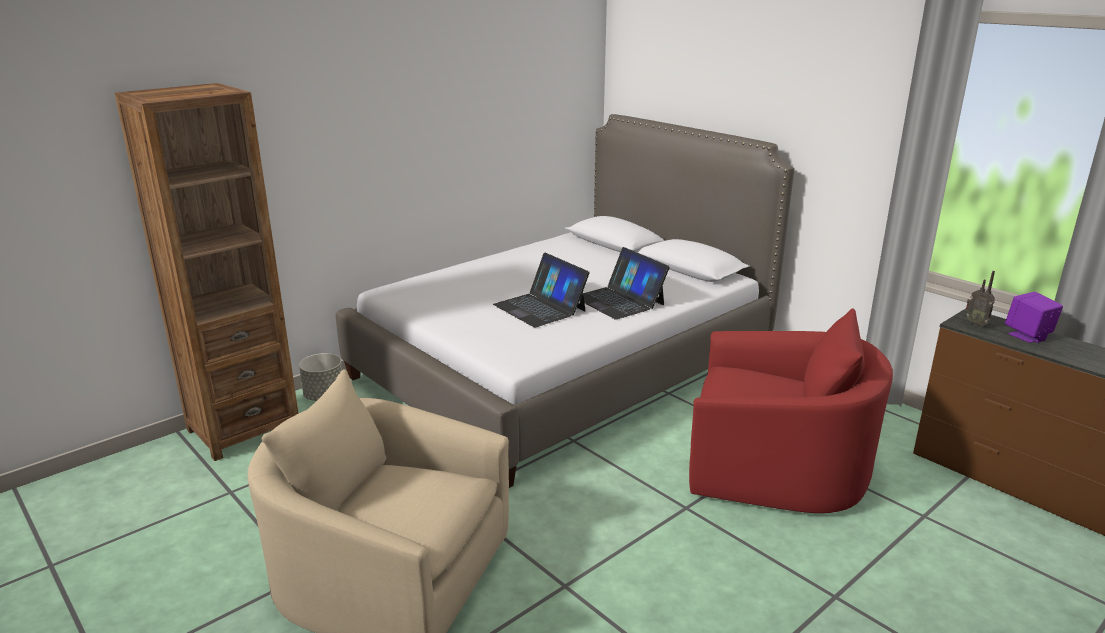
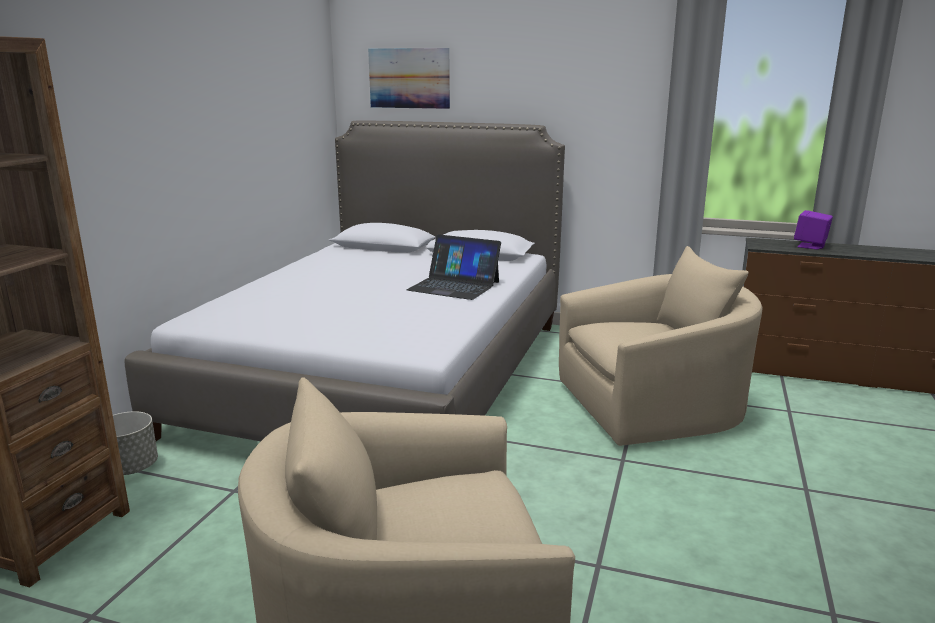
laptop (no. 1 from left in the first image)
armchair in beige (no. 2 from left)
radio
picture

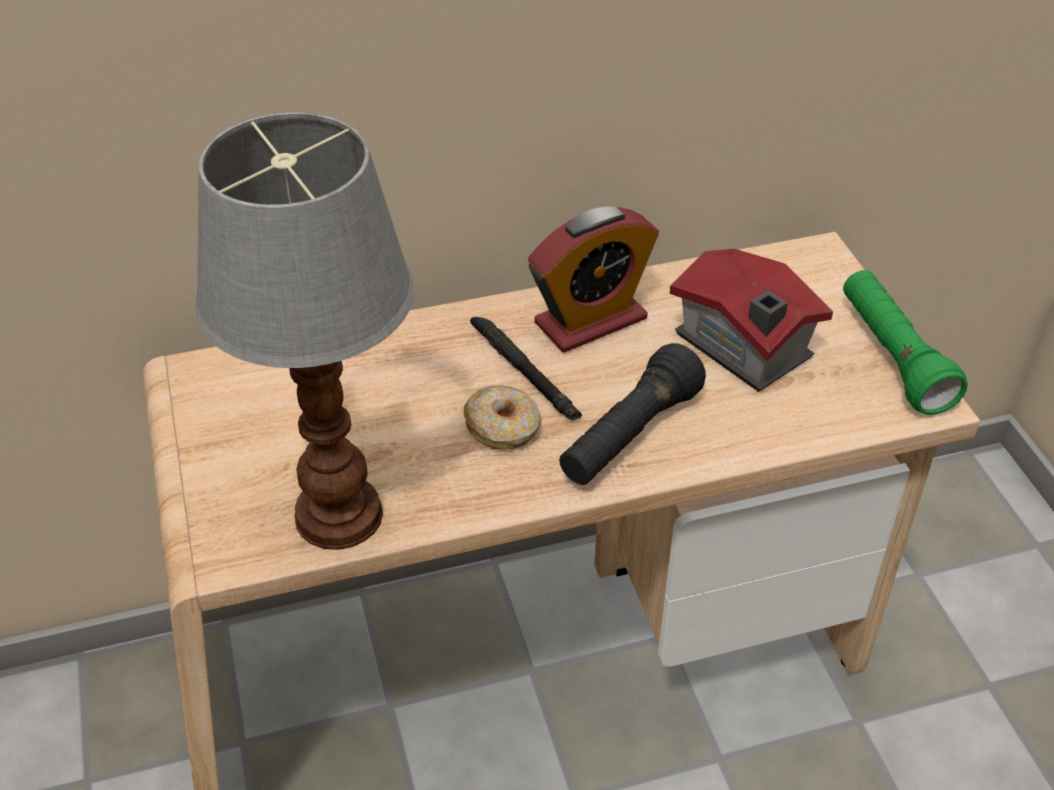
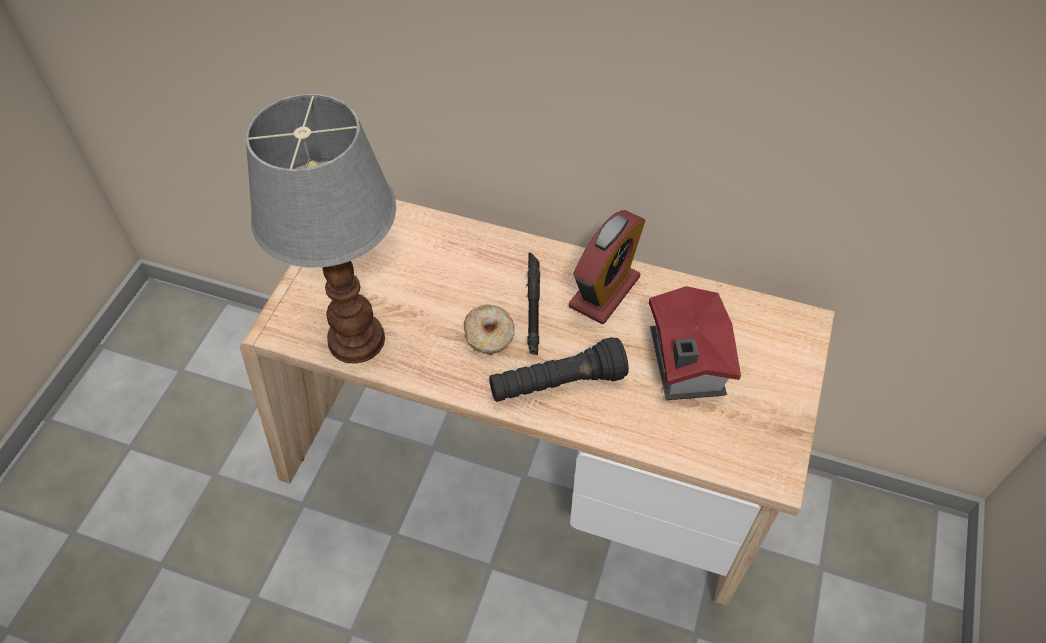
alarm clock
flashlight in green

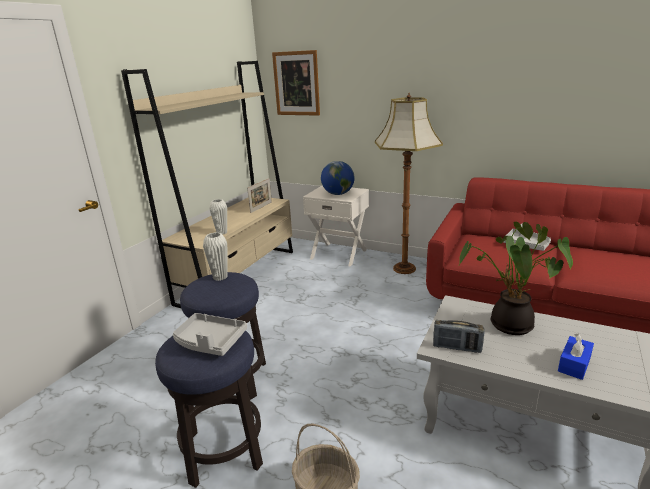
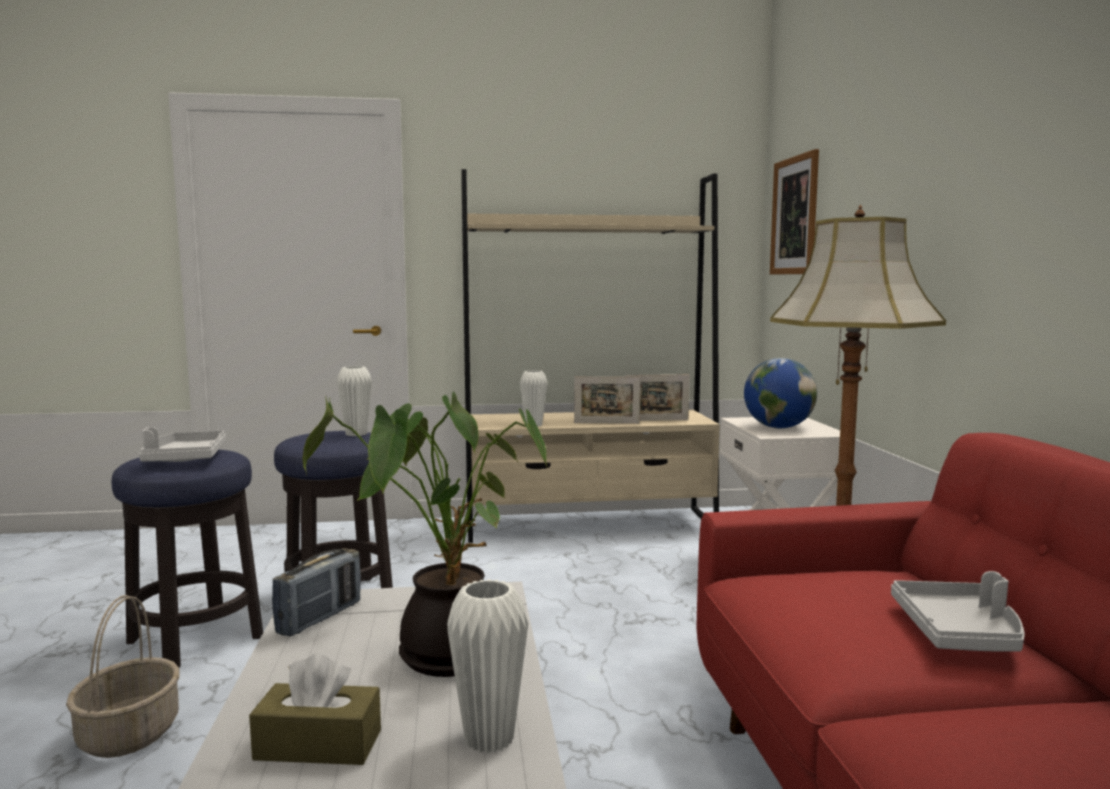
radio
tissue box in brown
vase in white (no. 2 from left)
picture frame (no. 1 from left)

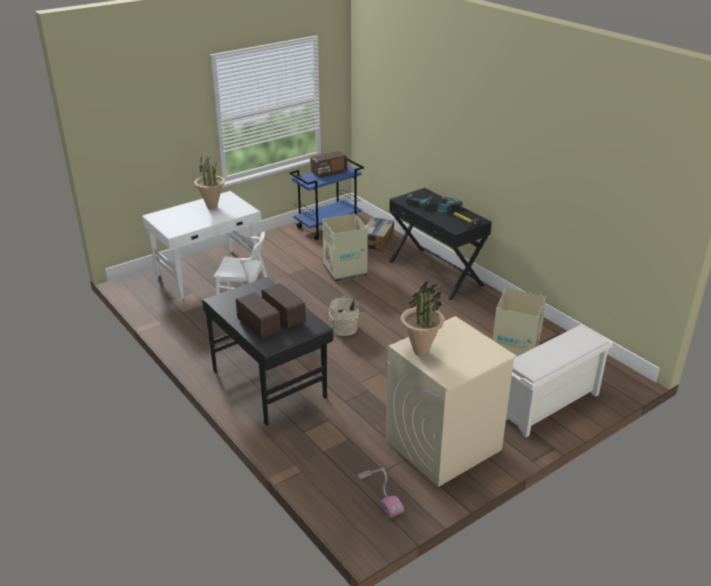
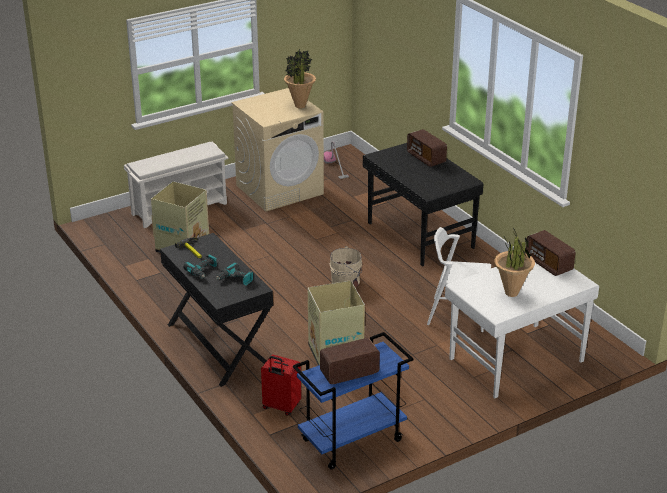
radio (no. 3 from left)
suitcase in red

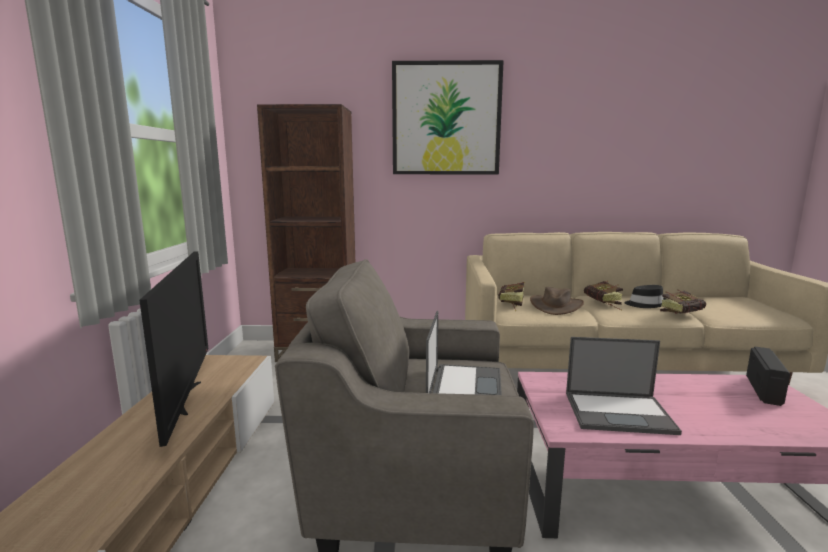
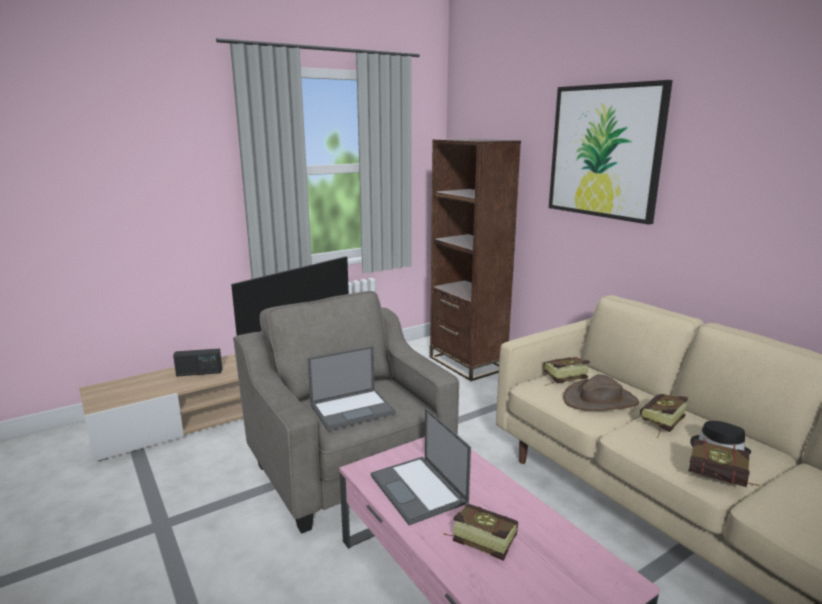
radio
book (no. 1 from left)

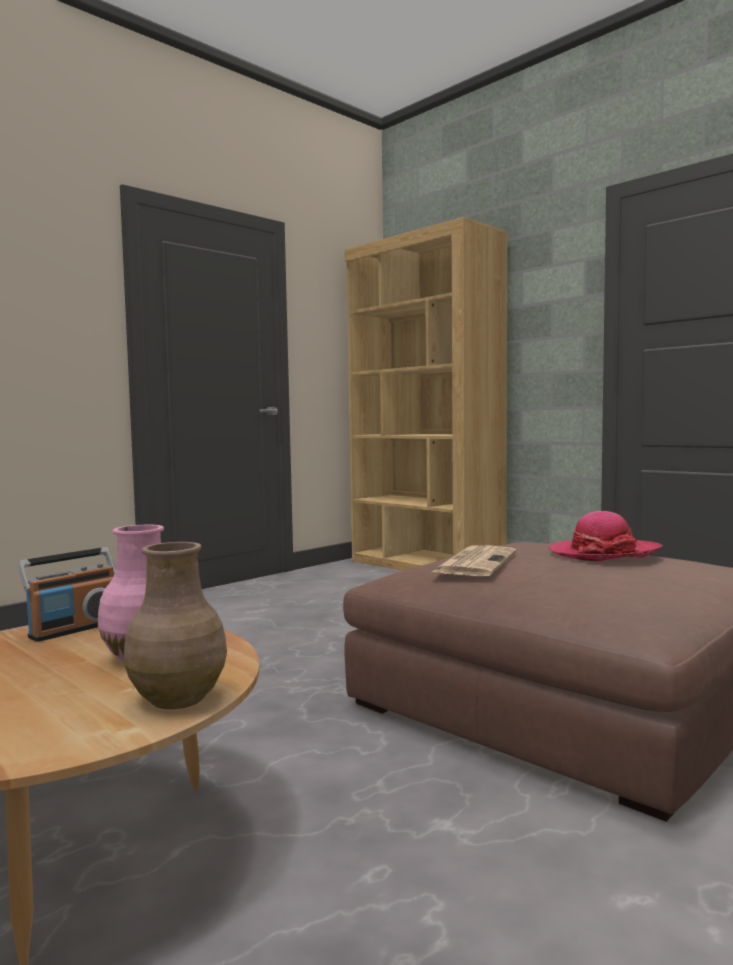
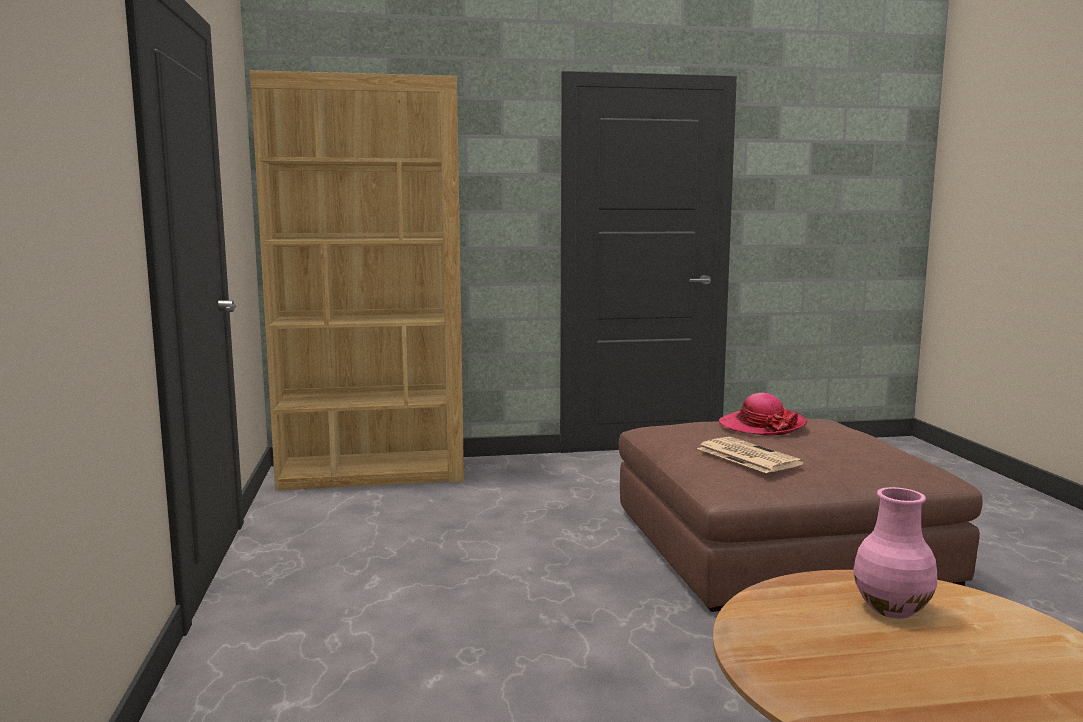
radio
vase in brown

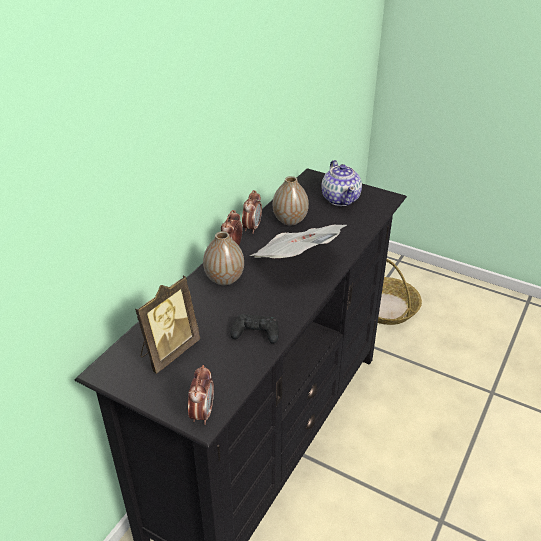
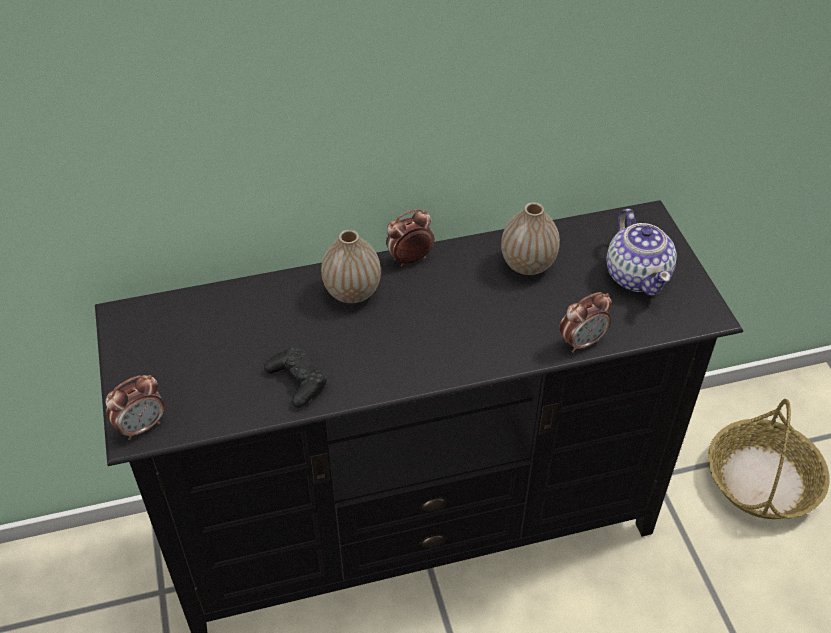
picture frame
alarm clock (no. 3 from left)
newspaper
teapot

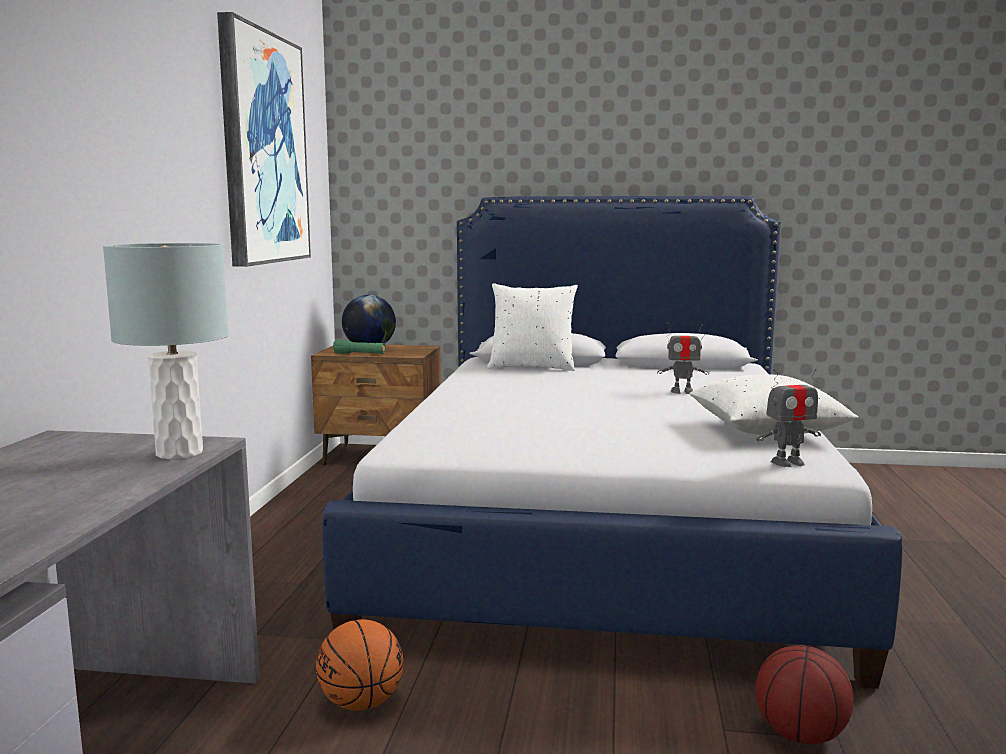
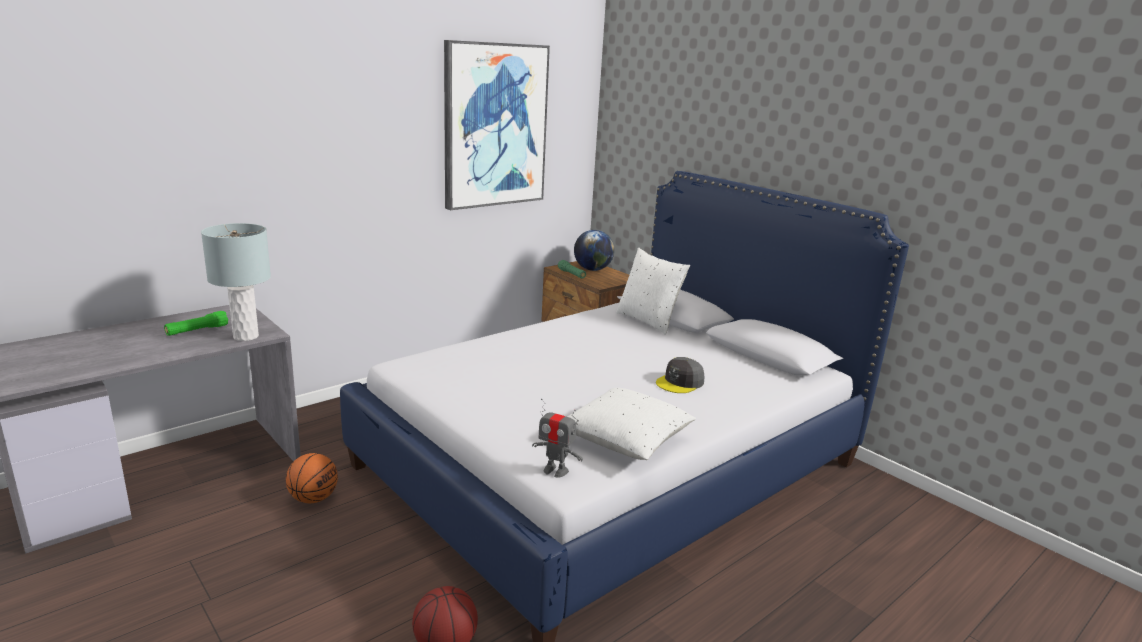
cap in grey
flashlight in green (no. 1 from left)

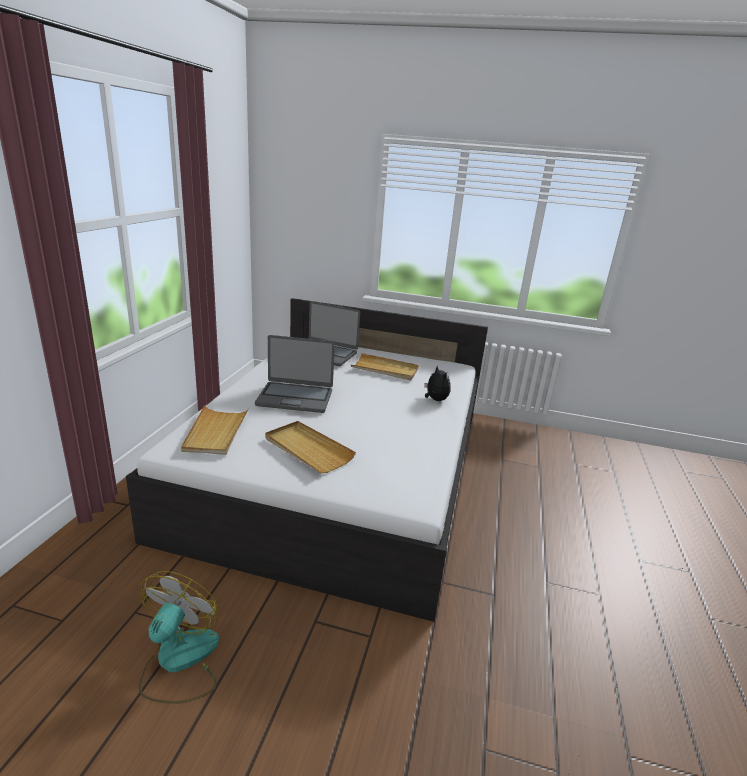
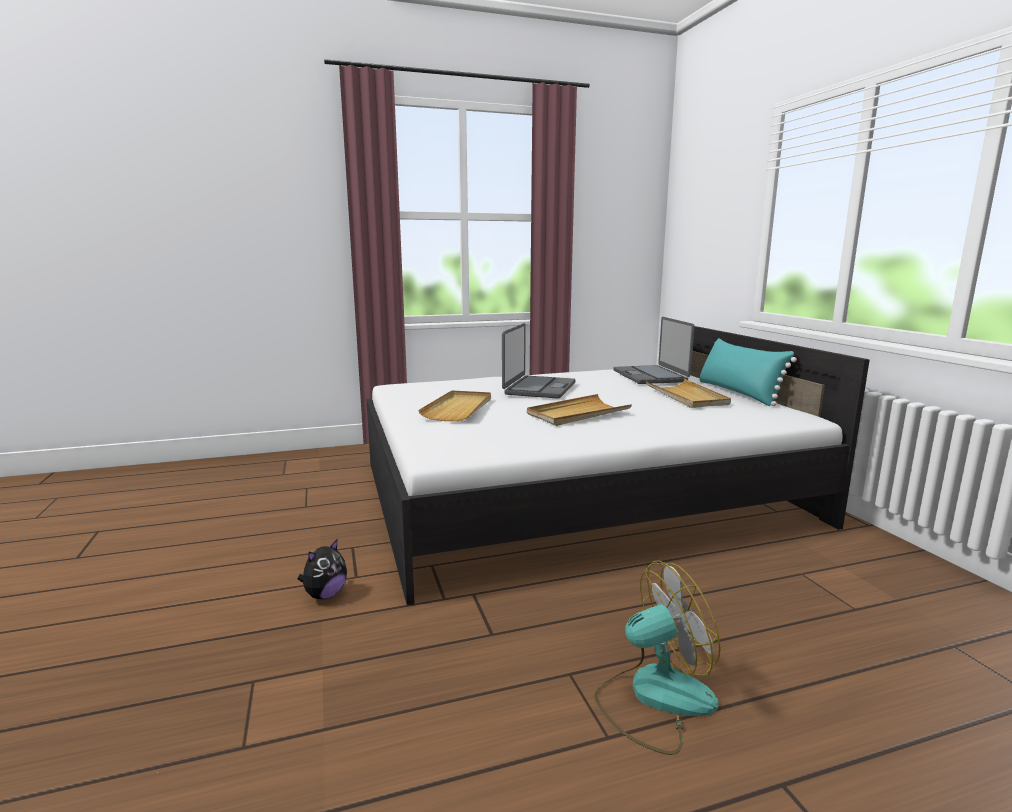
fan
tray in beige (no. 2 from left)
laptop (no. 1 from left)
plush toy
pillow in turquoise

